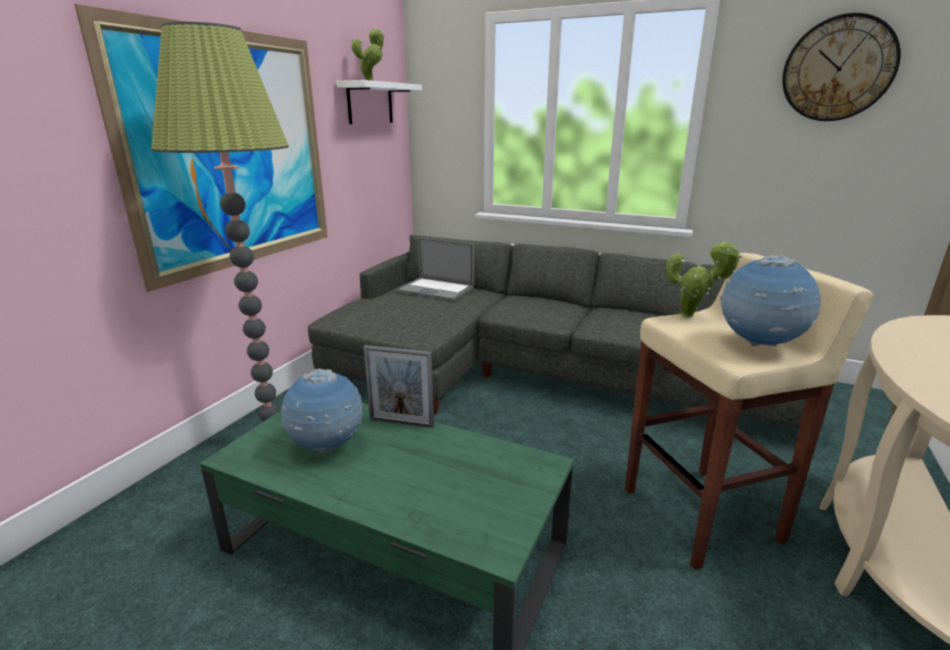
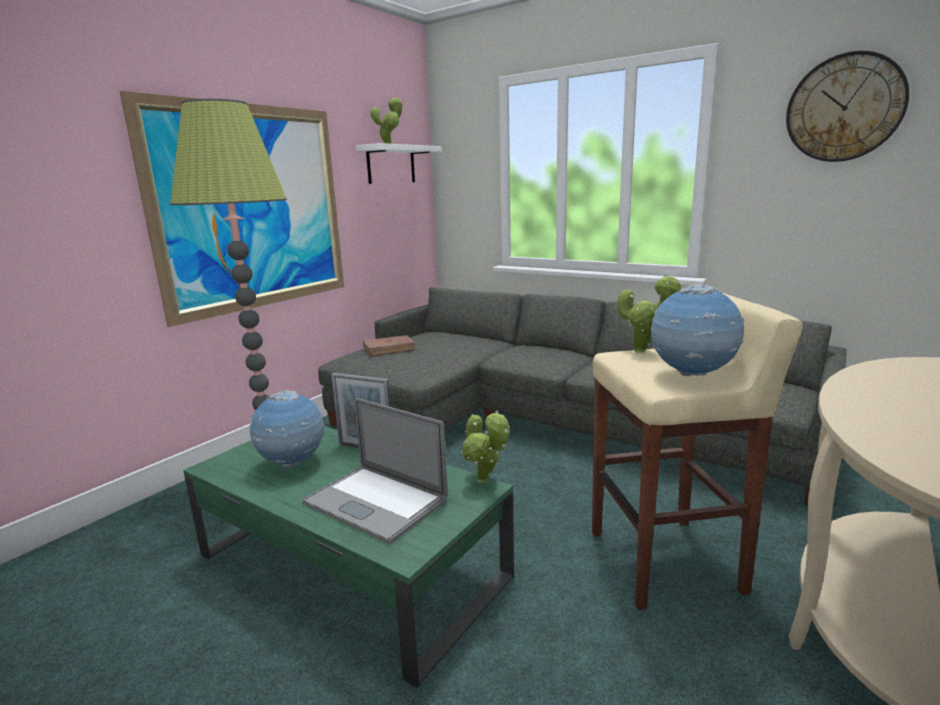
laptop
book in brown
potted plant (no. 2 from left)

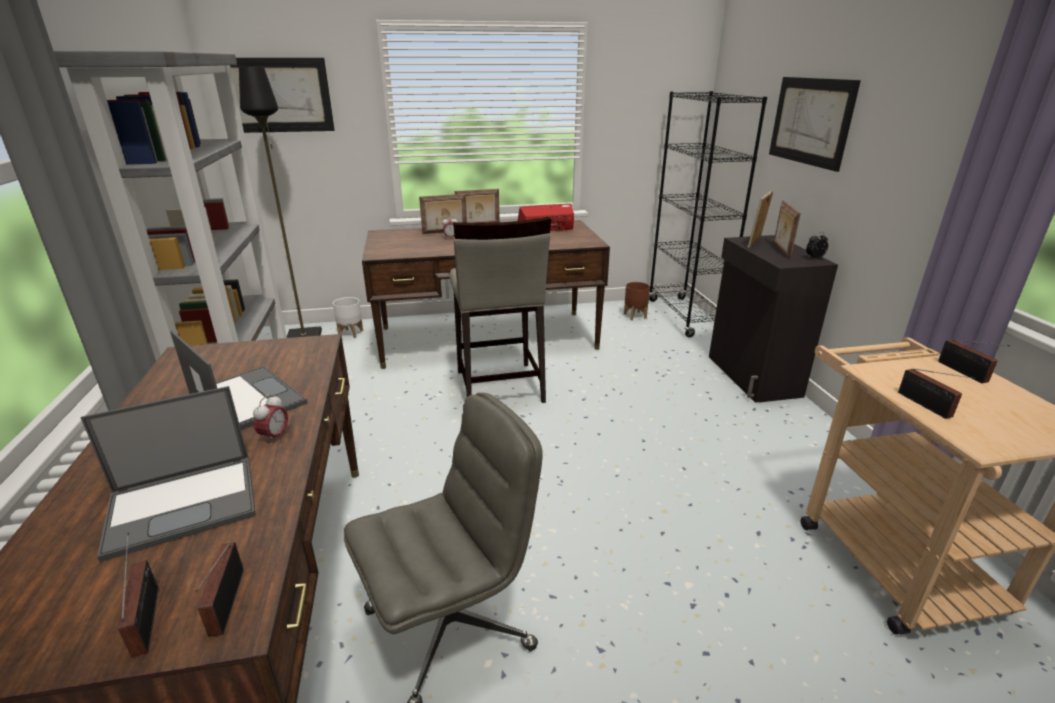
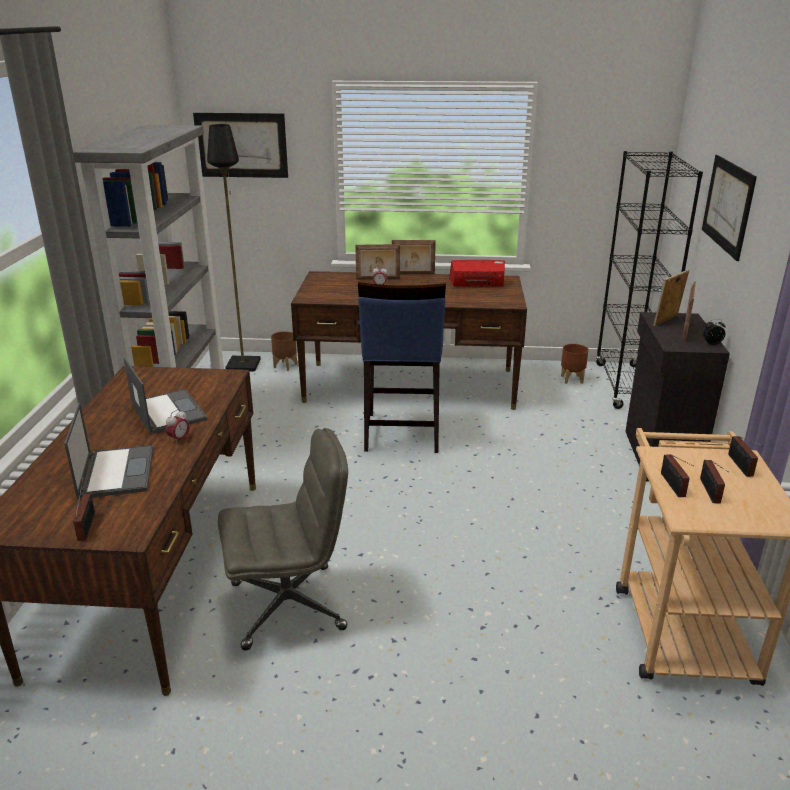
laptop (no. 1 from left)
radio (no. 4 from left)
planter in brown (no. 1 from left)
stool in blue

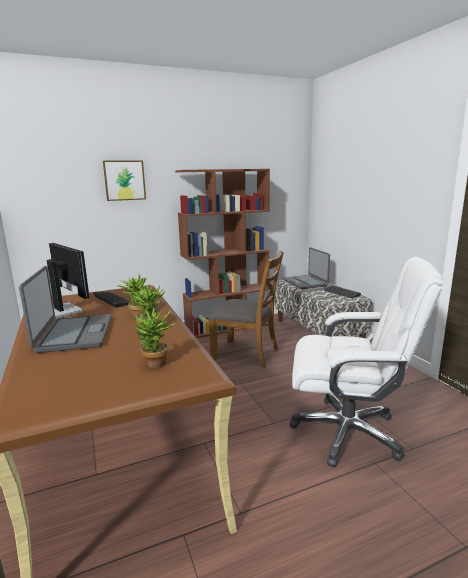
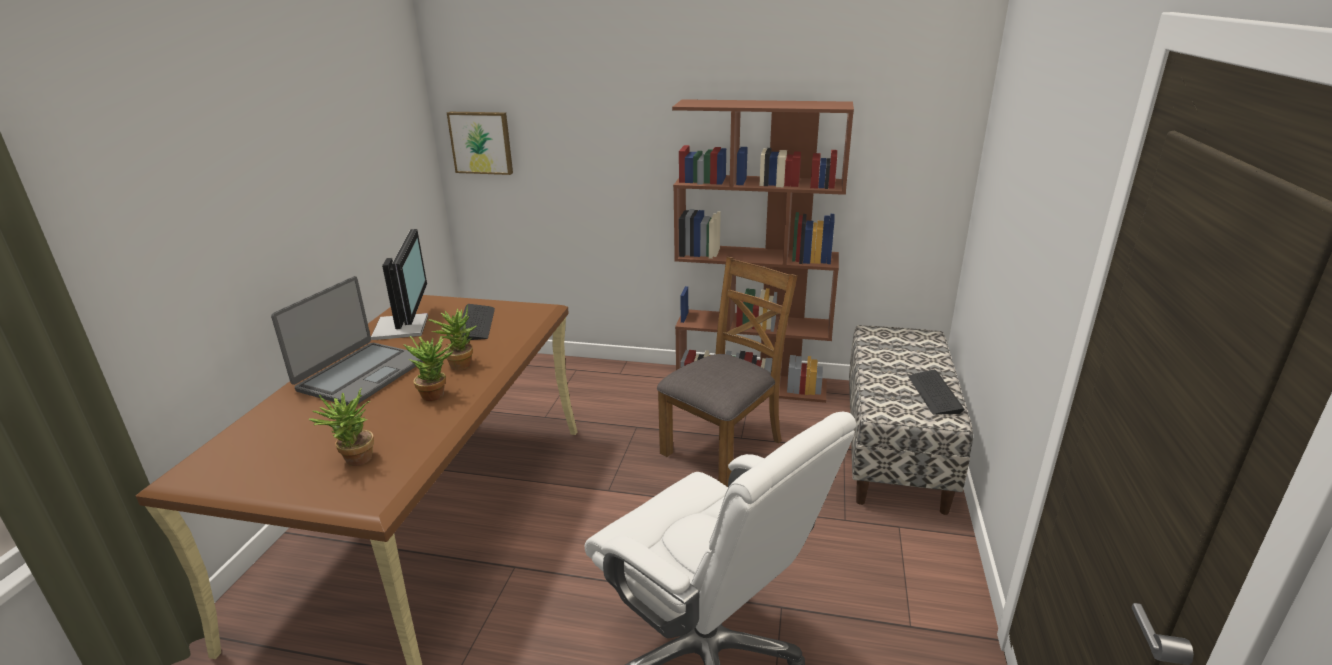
picture
chair in brown
laptop (no. 2 from left in the first image)

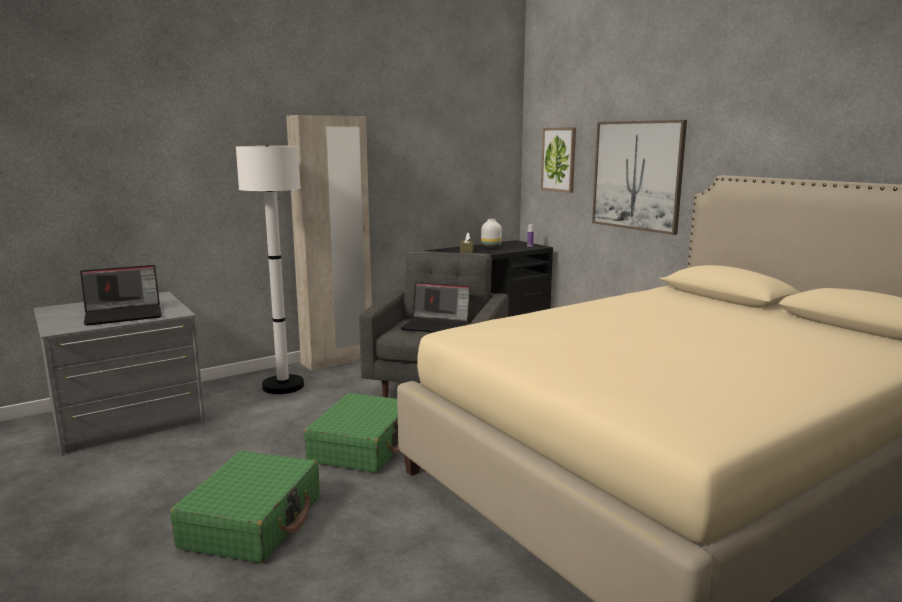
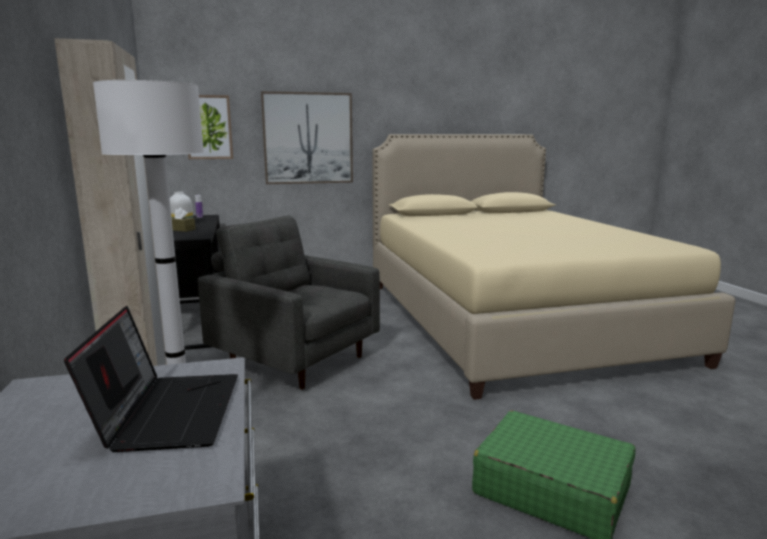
suitcase in green (no. 2 from left in the first image)
laptop (no. 2 from left in the first image)

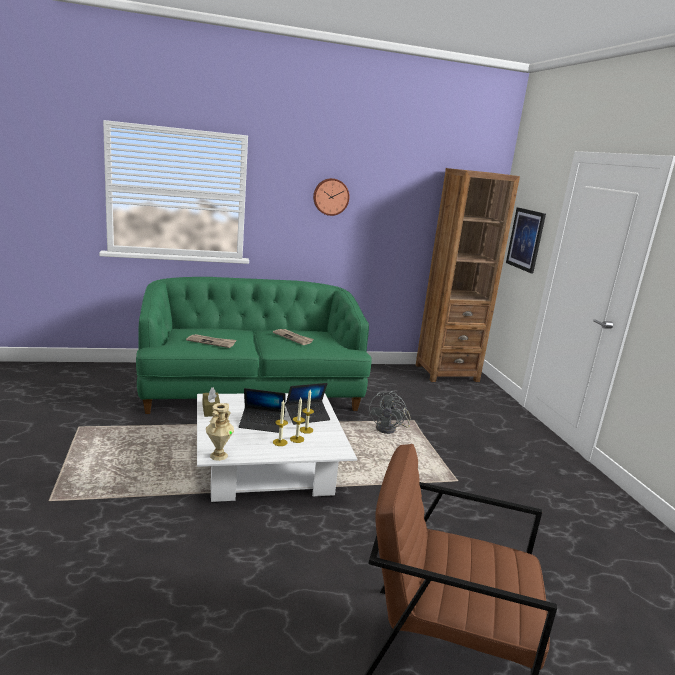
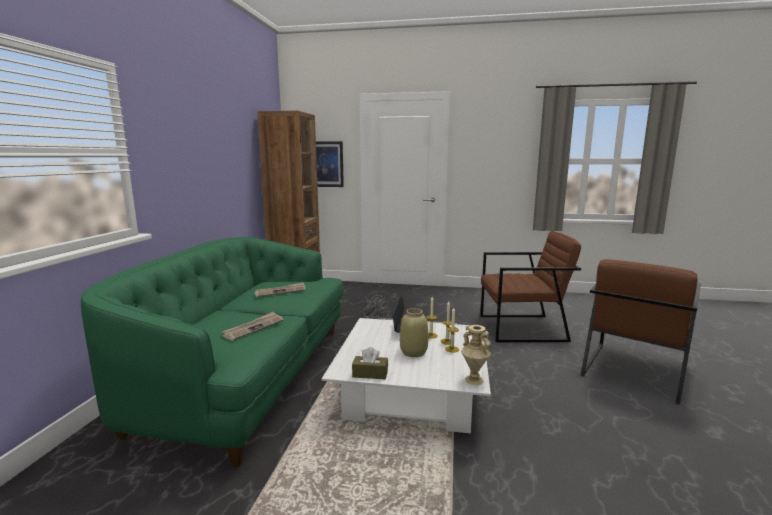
vase in beige (no. 1 from left)
wall clock
armchair in brown (no. 1 from left)

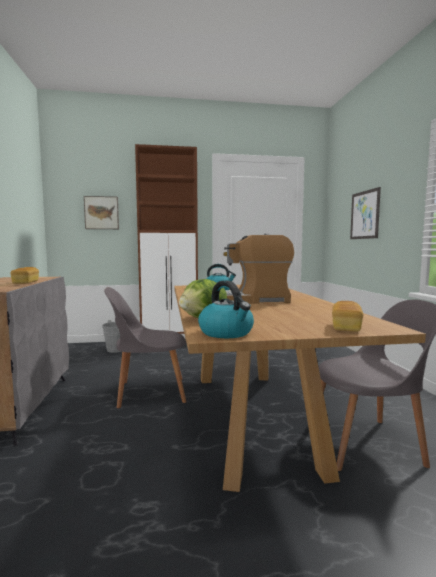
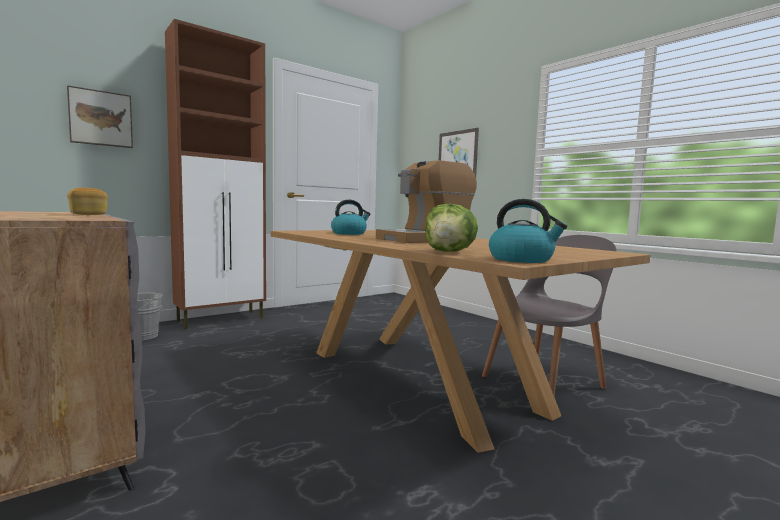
chair in grey (no. 1 from left in the first image)
bread (no. 2 from left in the first image)

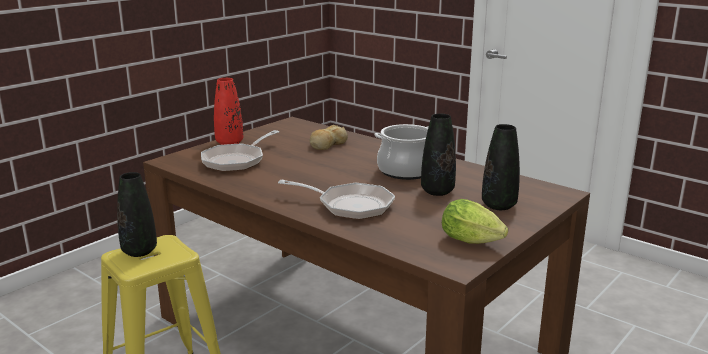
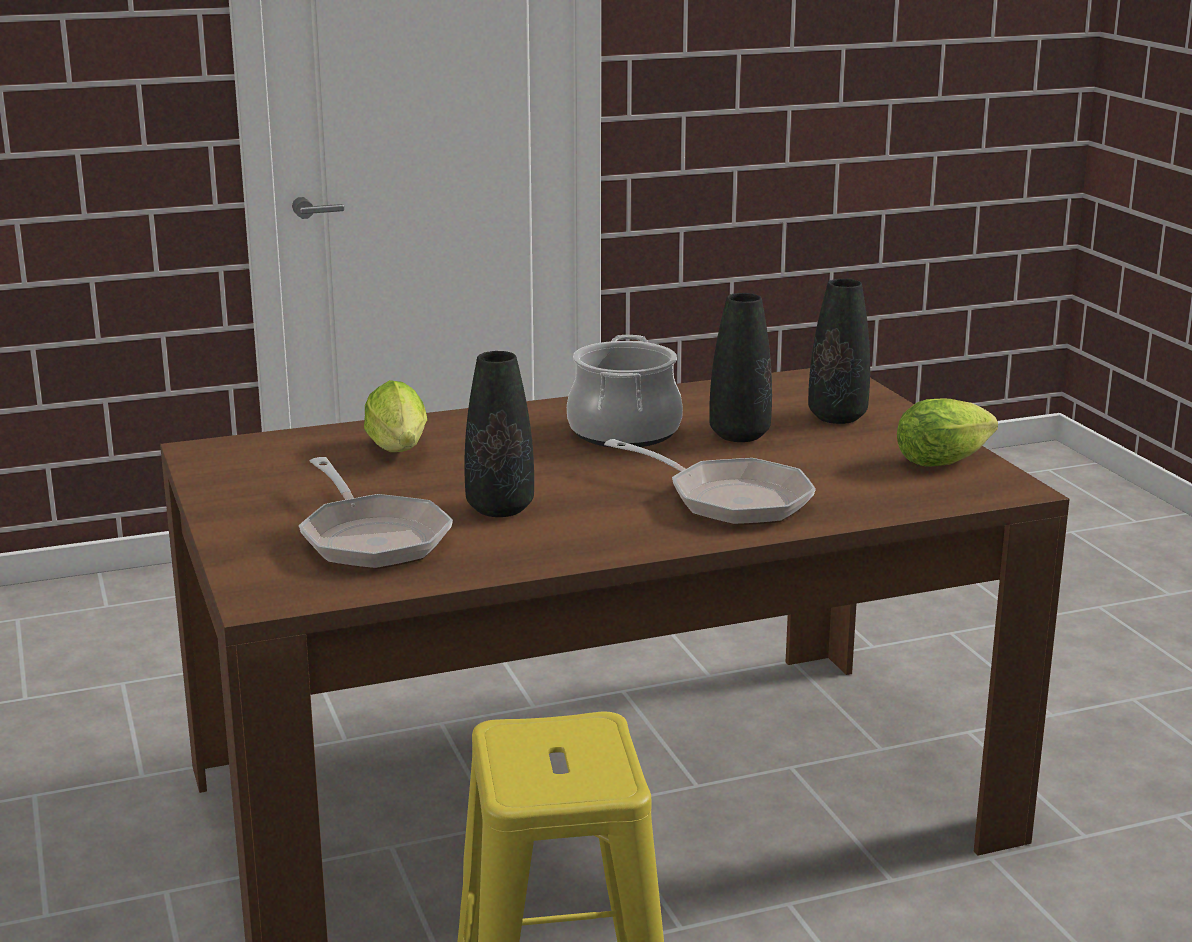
vase in black (no. 1 from left)
vase in red
frying pan (no. 2 from left)
lettuce (no. 1 from left)

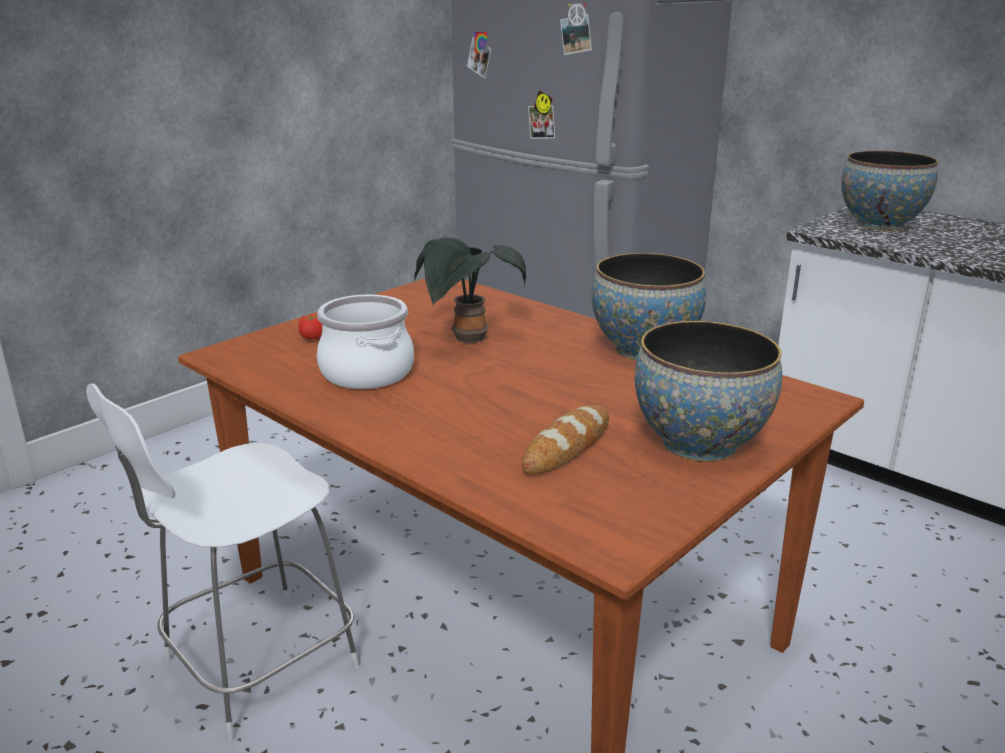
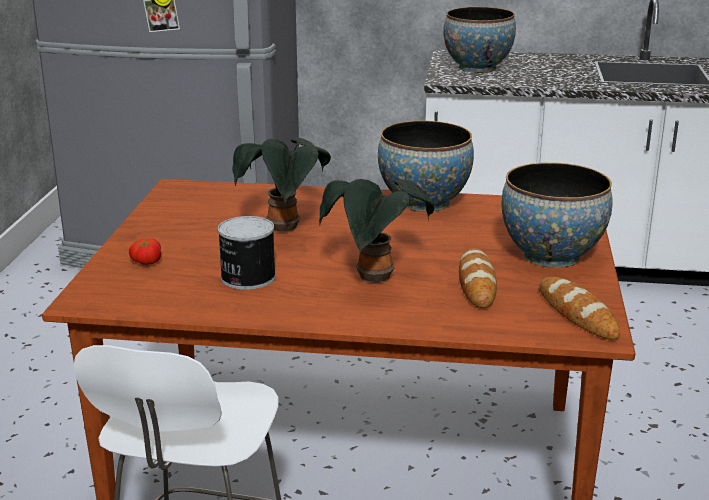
can
potted plant (no. 2 from left)
bread (no. 2 from left)

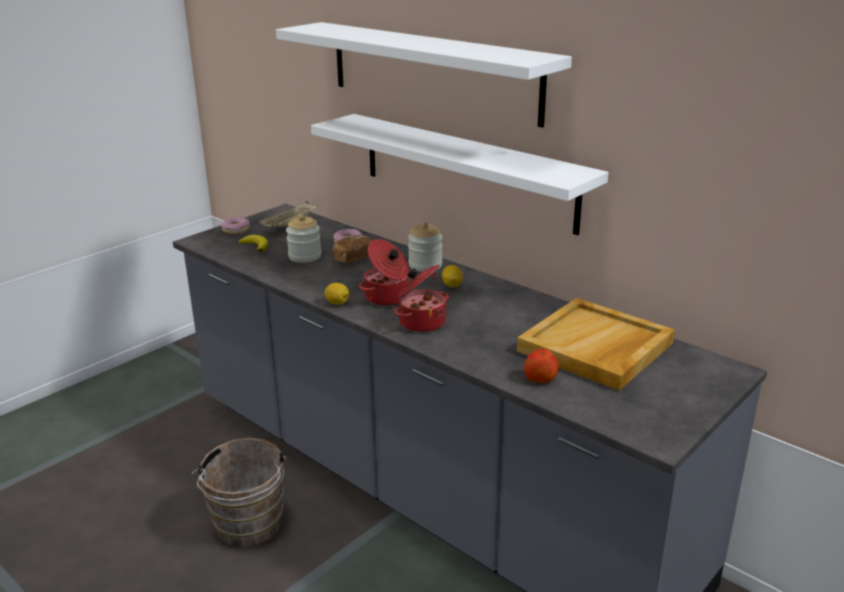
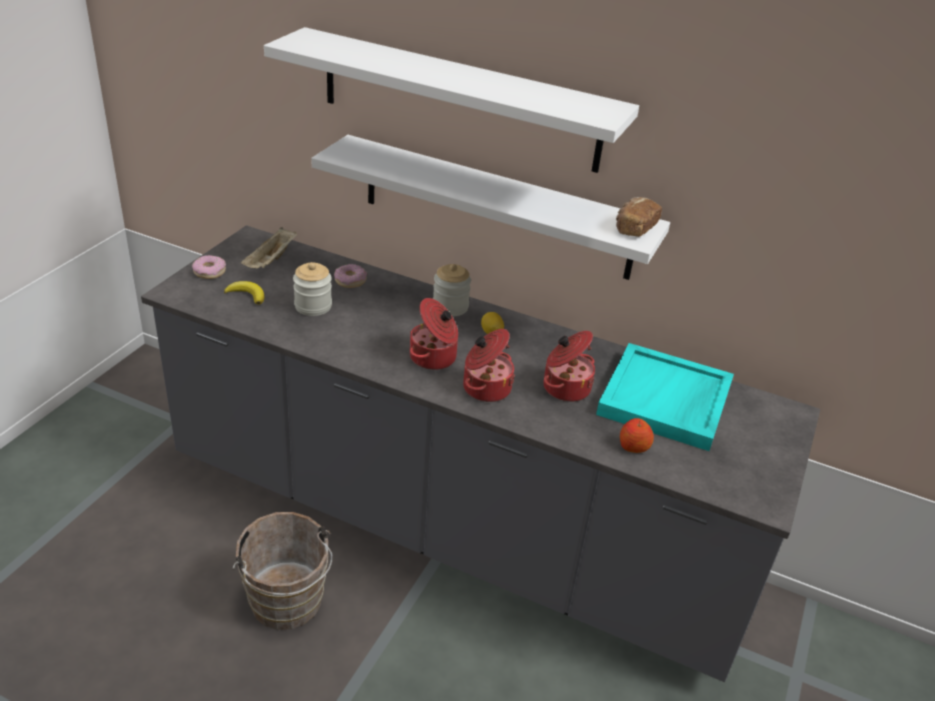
lemon (no. 1 from left in the first image)
bread
tray in turquoise
cooking pot (no. 3 from left)

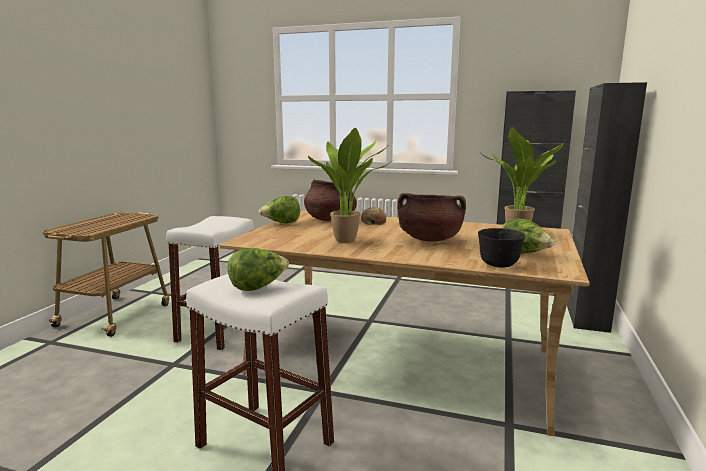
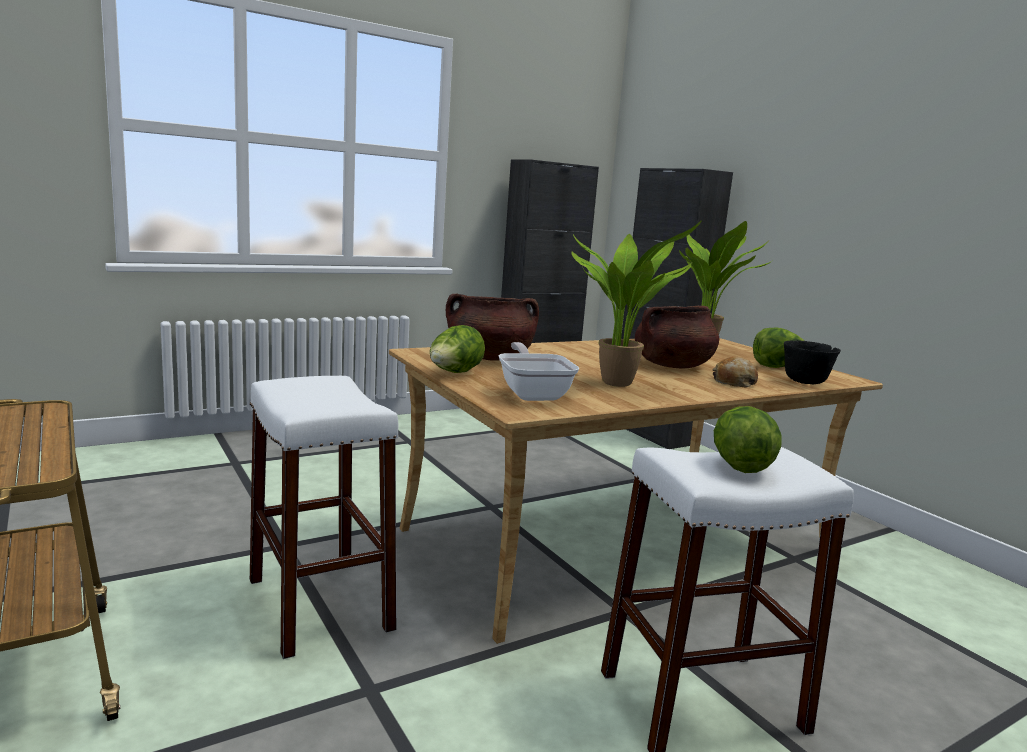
bread
frying pan

